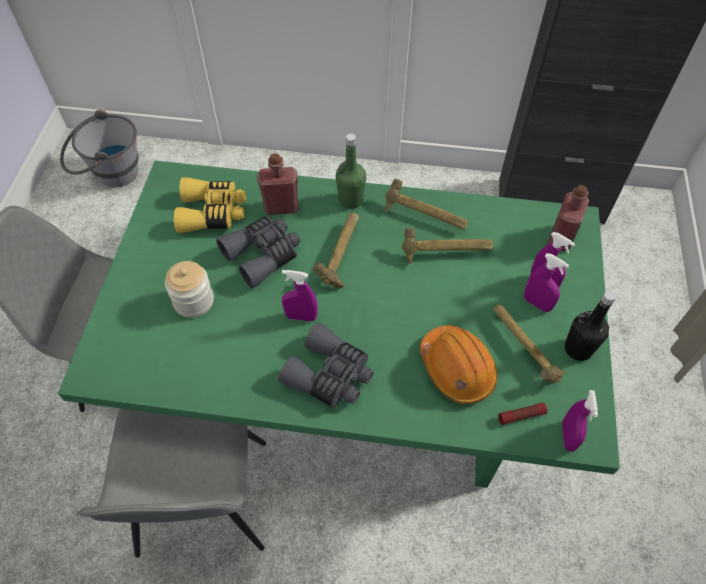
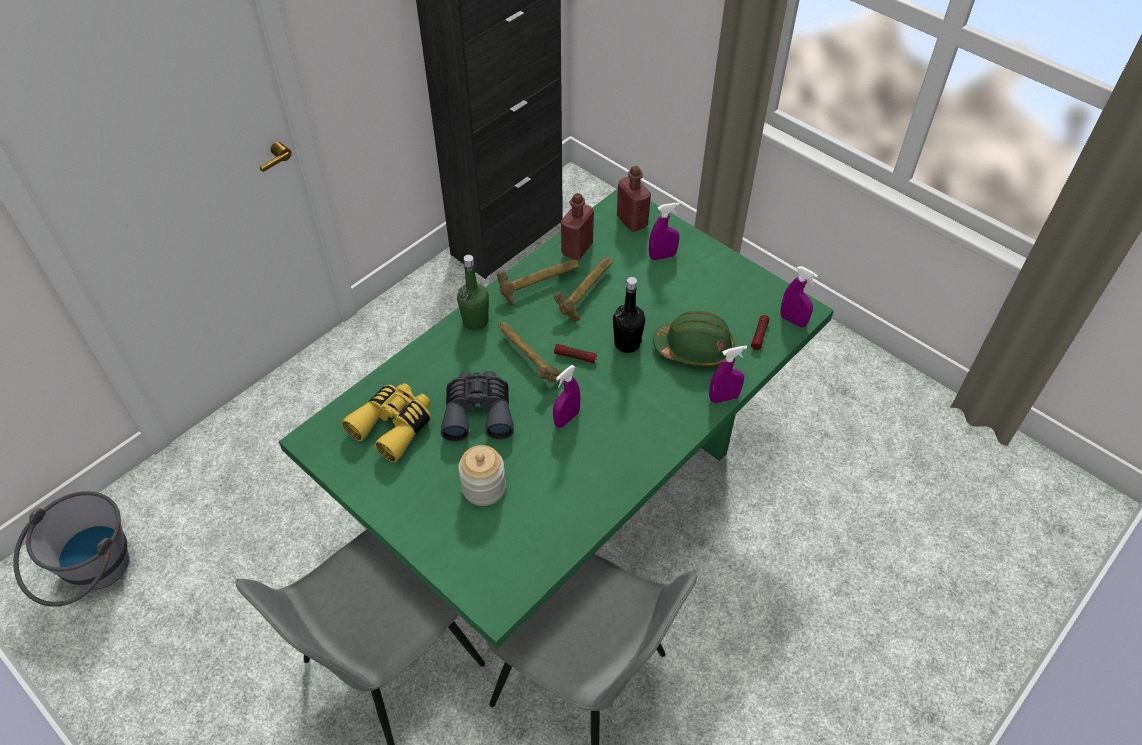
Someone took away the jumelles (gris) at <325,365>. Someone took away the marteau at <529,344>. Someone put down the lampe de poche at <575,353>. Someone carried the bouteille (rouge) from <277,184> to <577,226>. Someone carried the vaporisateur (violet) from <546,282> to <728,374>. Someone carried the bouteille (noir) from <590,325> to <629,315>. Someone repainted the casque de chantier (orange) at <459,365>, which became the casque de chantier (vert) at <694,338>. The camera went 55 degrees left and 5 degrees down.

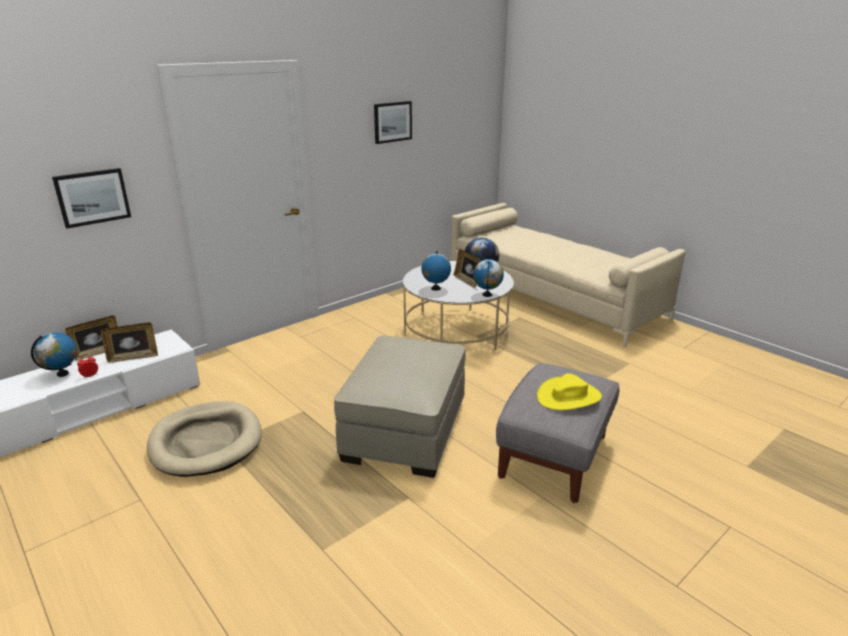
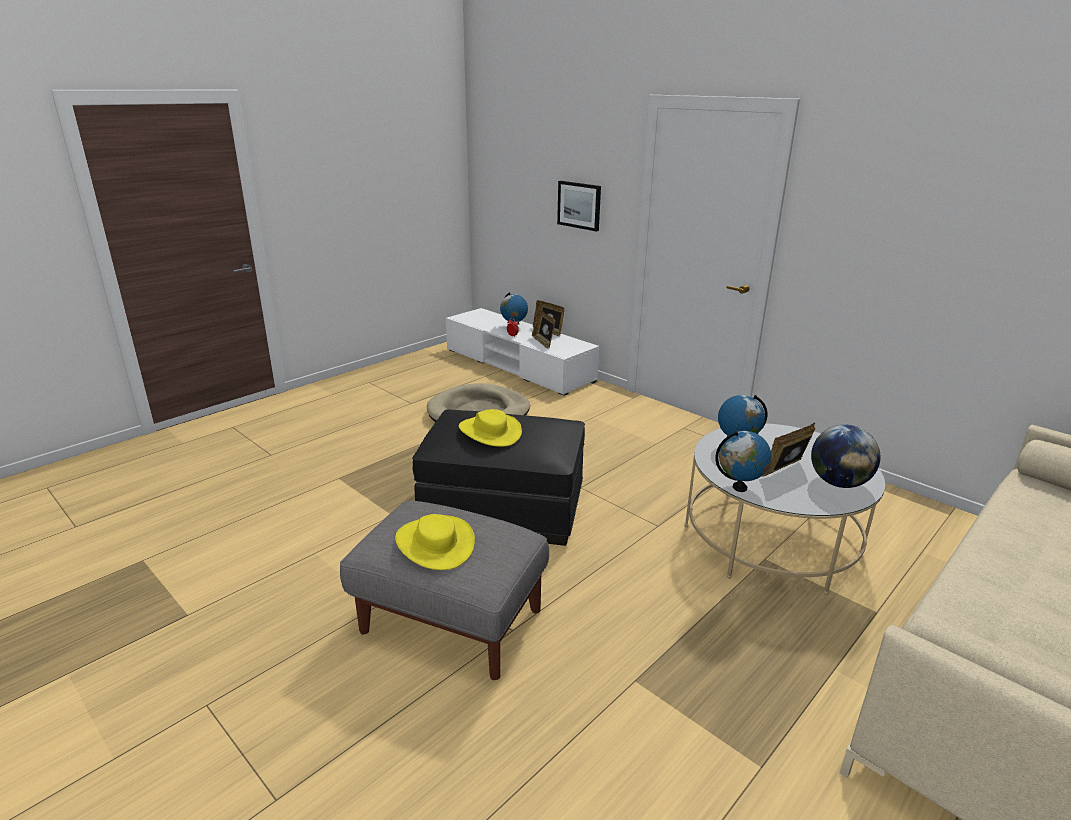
Someone took away the tableau at <393,122>. Someone put down the chapeau (jaune) at <490,428>. Someone repainted the pouf (beige) at <400,407>, which became the pouf (noir) at <498,478>. The camera went 85 degrees right and 0 degrees up.

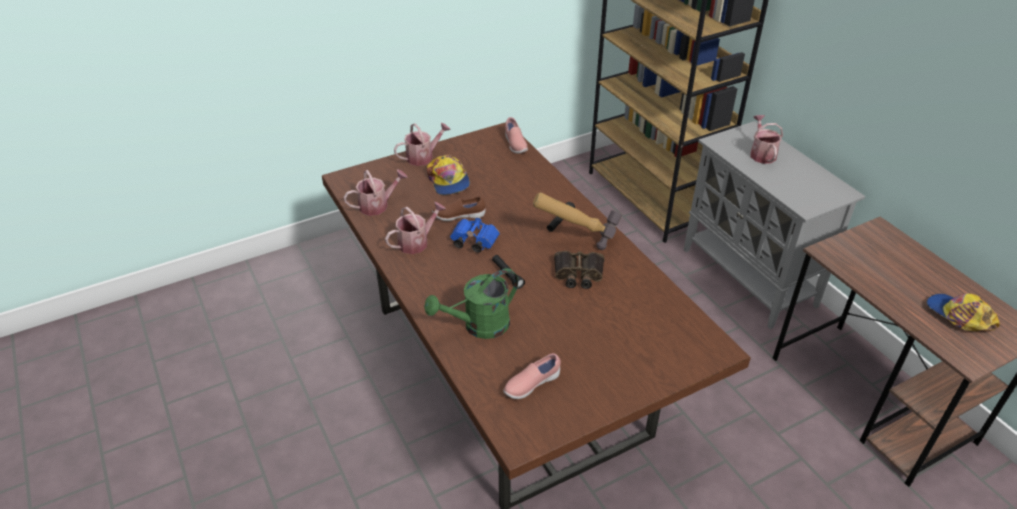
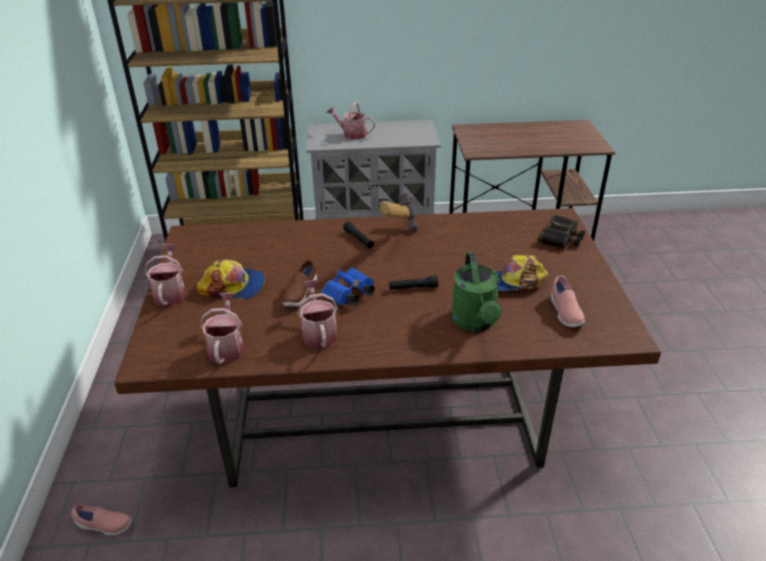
Someone carried the chaussure (rose) from <516,135> to <101,519>. Someone carried the jumelles from <579,270> to <561,231>. Someone carried the casquette from <963,312> to <521,273>. The camera went 65 degrees left and 5 degrees down.

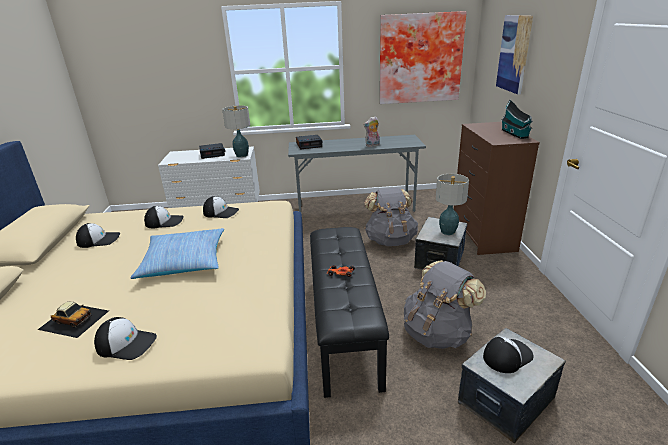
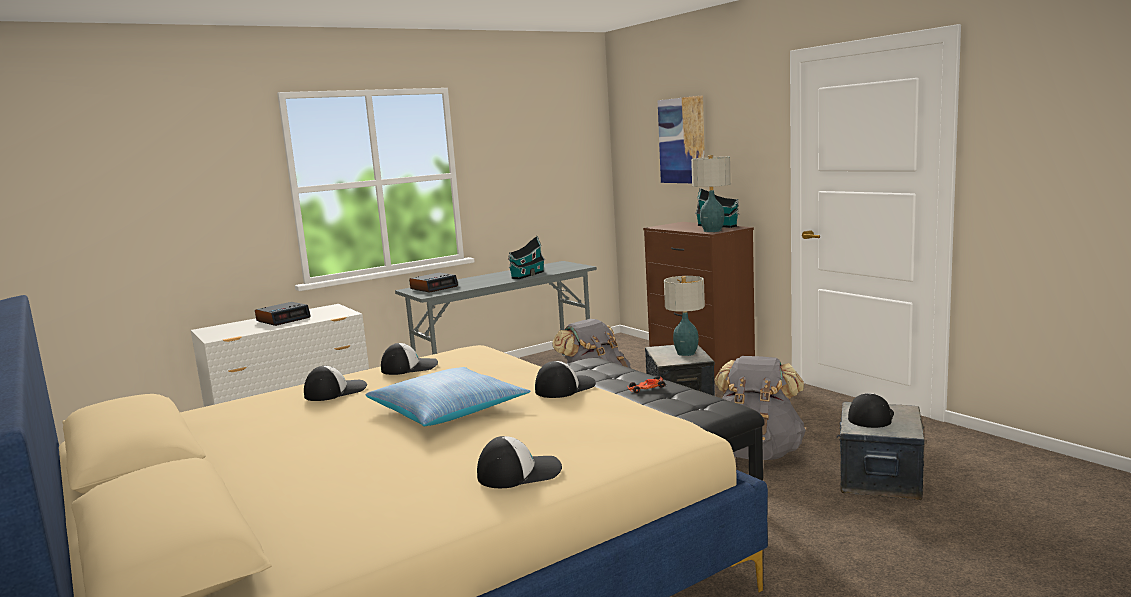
Someone took away the petite voiture at <73,319>. Someone took away the tableau at <423,57>. Someone carried the casquette from <98,235> to <565,379>. Someone carried the lampe de table from <236,131> to <711,193>. Someone swapped the peluche at <371,131> for the maison miniature at <526,257>. The camera went 30 degrees left and 15 degrees down.

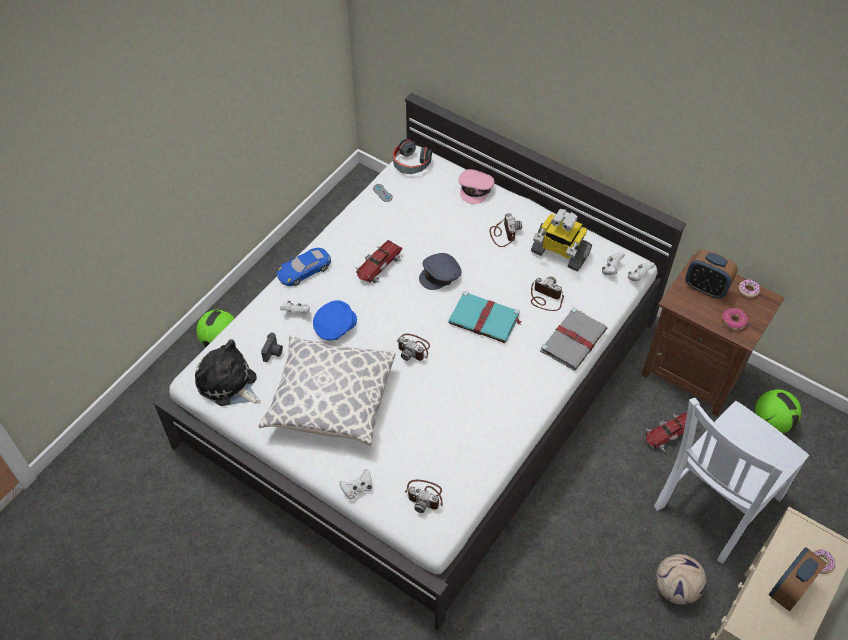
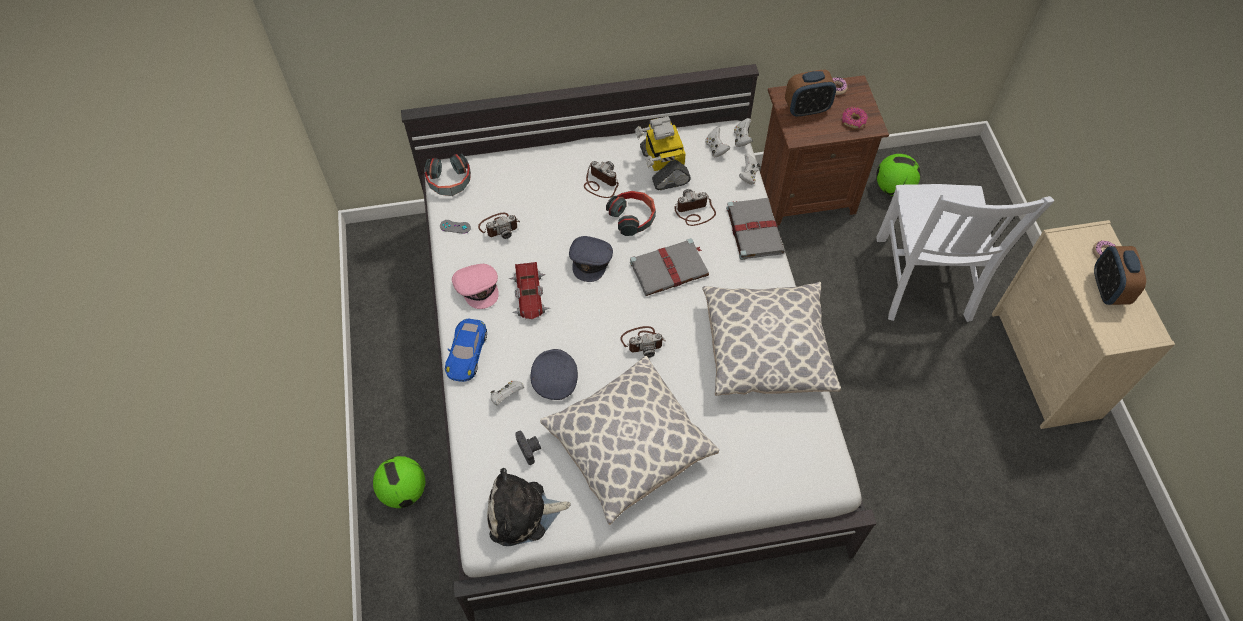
Someone took away the petite voiture at <672,432>. Someone took away the ballon de foot at <681,579>. Someone put down the casque audio at <631,213>. Someone put down the coussin at <771,339>. Someone carried the manette (blanc) from <355,484> to <749,169>. Someone carried the appareil photo from <424,496> to <499,226>. Someone carried the casquette (rose) from <476,186> to <475,286>. Someone repainted the casquette (bleu) at <335,320>, which became the casquette (gris) at <554,374>. Someone repainted the livre (turquoise) at <485,317>, which became the livre (gris) at <669,267>. Someone rotated the robot jouet at <561,240> by 90 degrees clockwise. The camera went 45 degrees left and 5 degrees up.

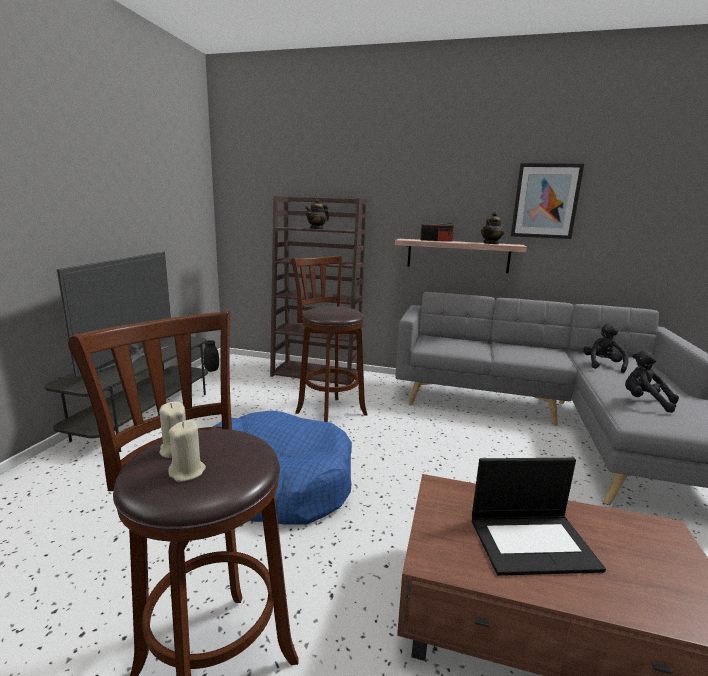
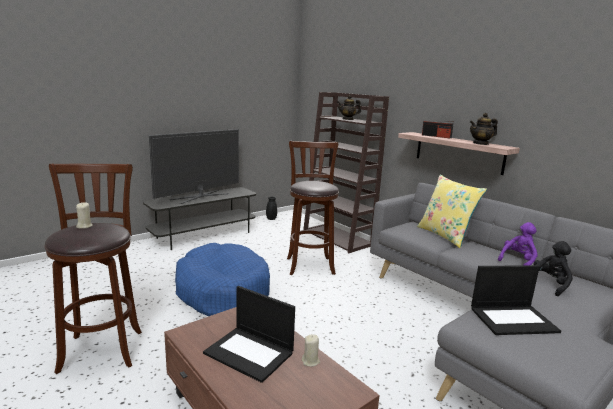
Someone took away the tableau at <547,201>. Someone put down the coussin (jaune) at <452,211>. Someone put down the peluche (violet) at <518,243>. Someone carried the bougie (beige) from <187,451> to <311,350>. Someone swapped the peluche (noir) at <652,381> for the ordinateur portable at <516,300>. The camera went 35 degrees right and 0 degrees up.

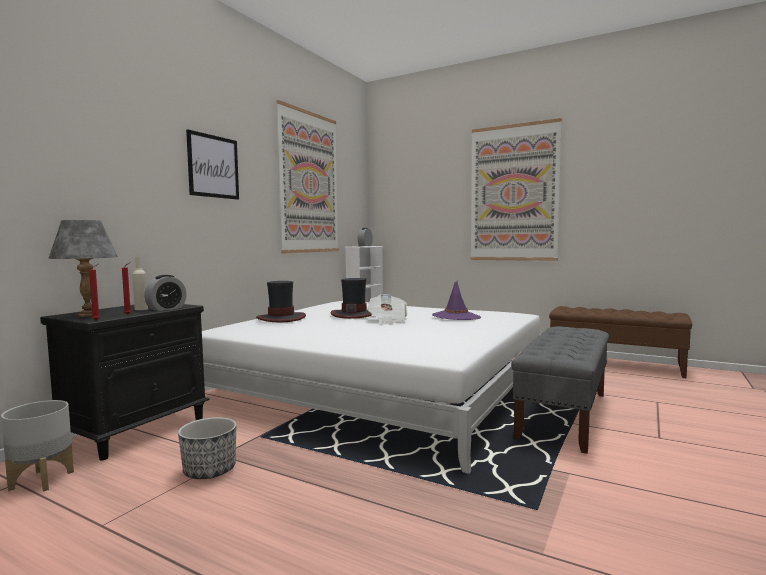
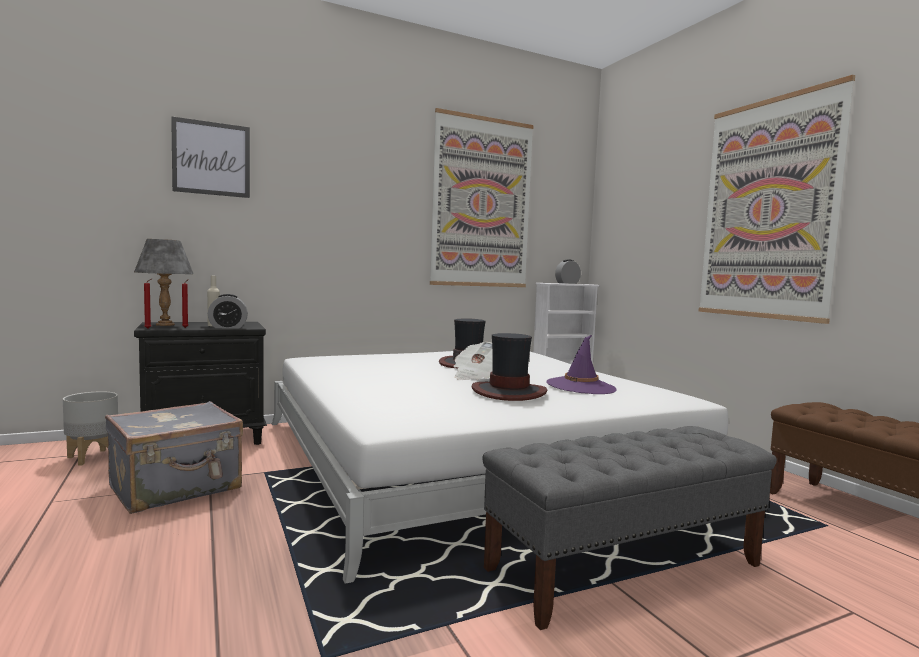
Someone carried the tableau from <212,164> to <210,157>. Someone carried the chapeau from <281,301> to <509,367>. Someone swapped the cache-pot at <207,448> for the valise (gris) at <174,457>. The camera went 35 degrees right and 0 degrees up.

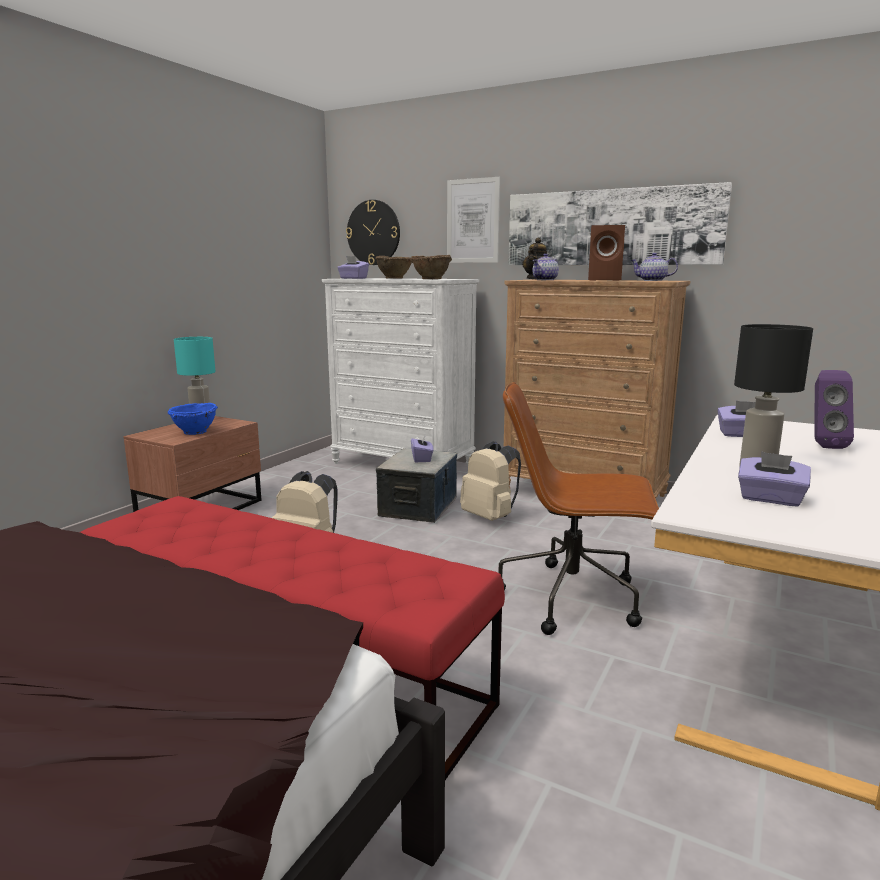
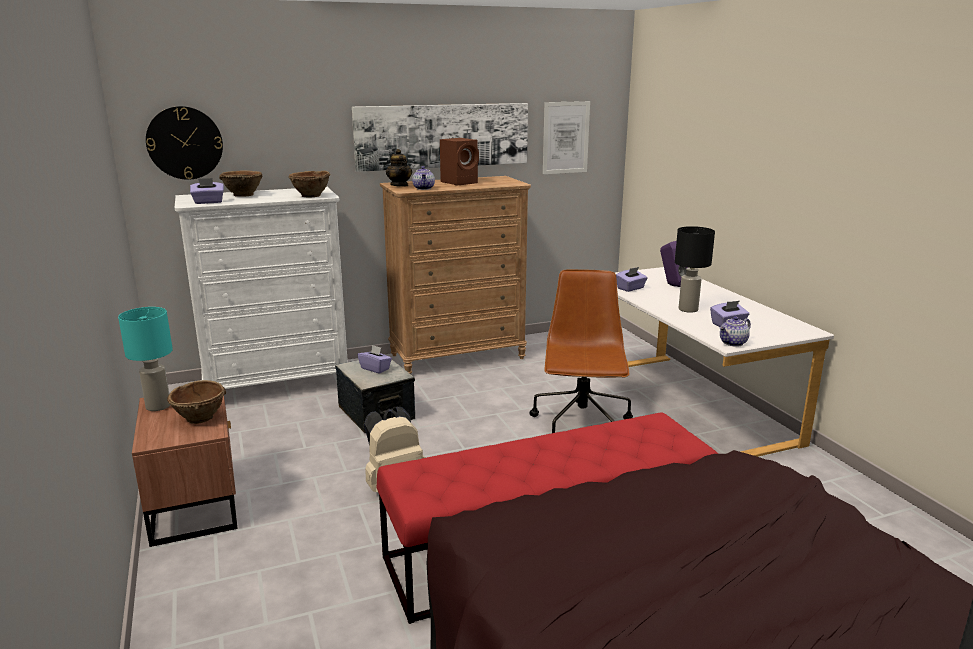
Someone took away the sac à dos (beige) at <490,481>. Someone carried the tableau from <473,220> to <566,137>. Someone carried the théière from <654,267> to <735,332>. Someone repainted the bol (bleu) at <193,419>, which became the bol (marron) at <196,402>. Someone rotated the chaise de bureau (marron) at <578,508> by 135 degrees clockwise. The camera went 50 degrees left and 5 degrees up.

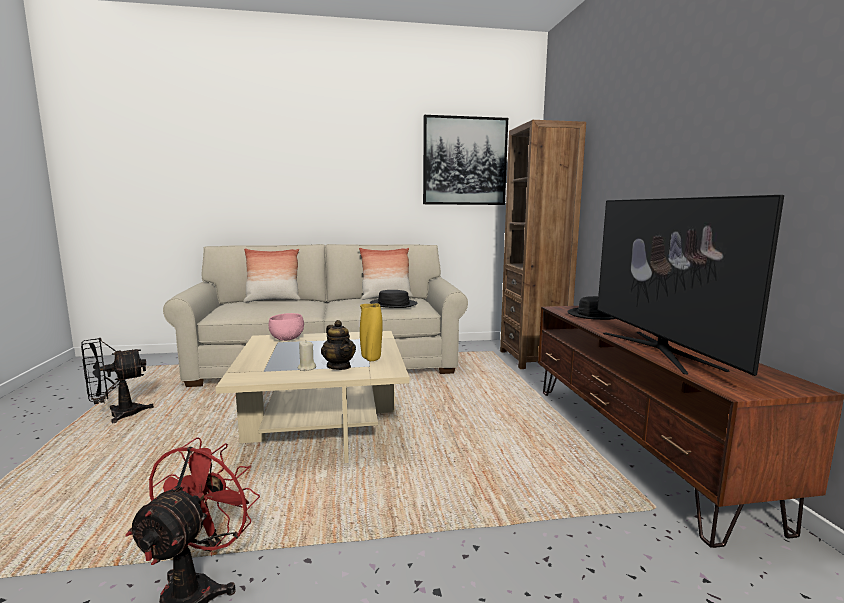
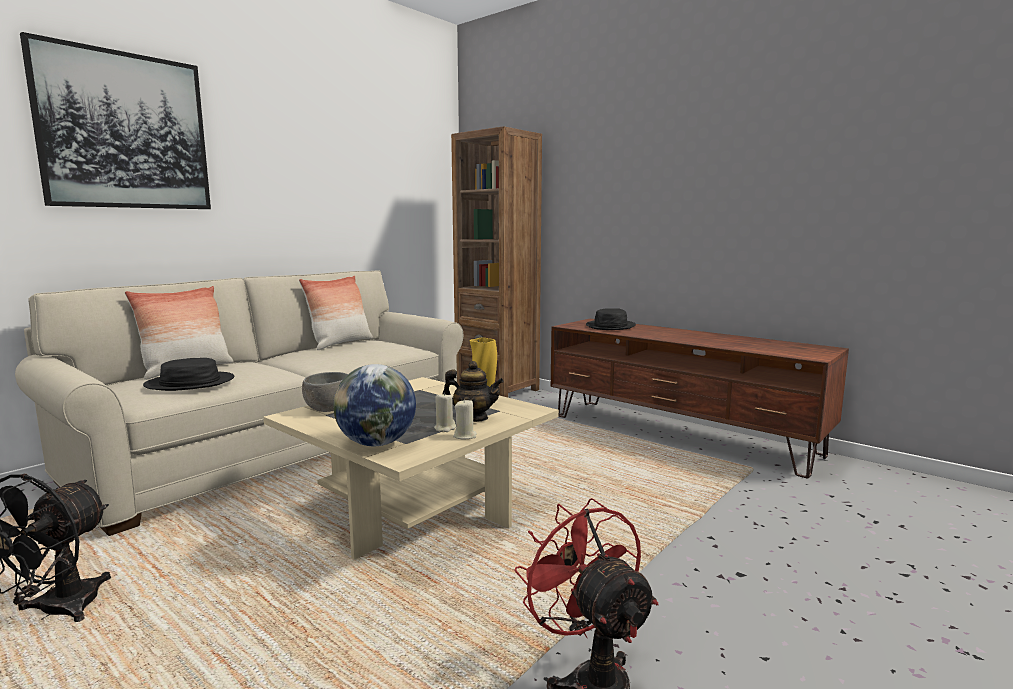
Someone took away the téléviseur at <690,285>. Someone put down the globe at <374,405>. Someone put down the bougie (beige) at <465,419>. Someone carried the chapeau (noir) from <394,299> to <188,374>. Someone carried the tableau from <465,160> to <115,120>. Someone repainted the bol (rose) at <286,327>, which became the bol (gris) at <325,392>. The camera went 40 degrees left and 0 degrees up.

